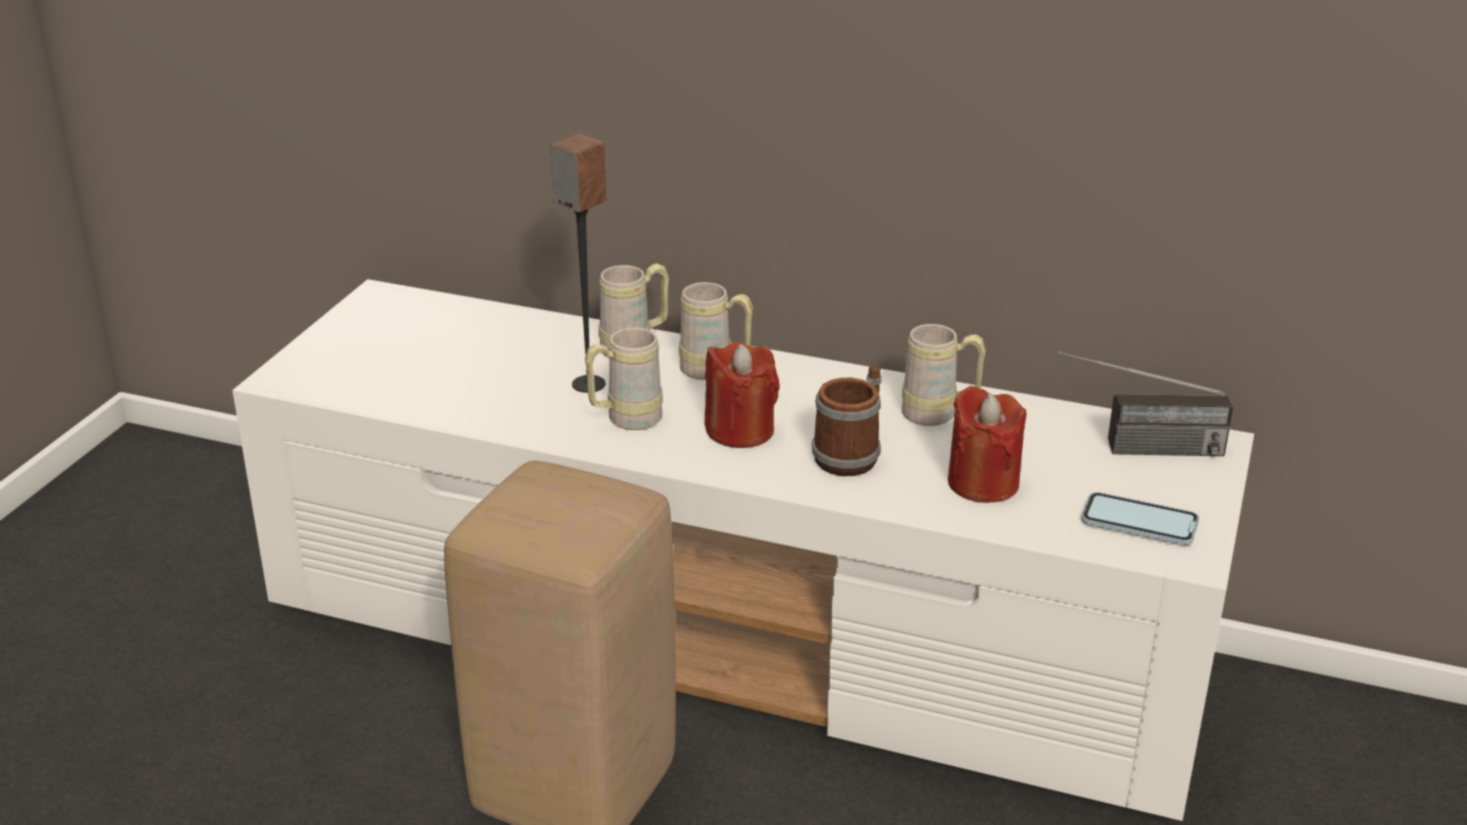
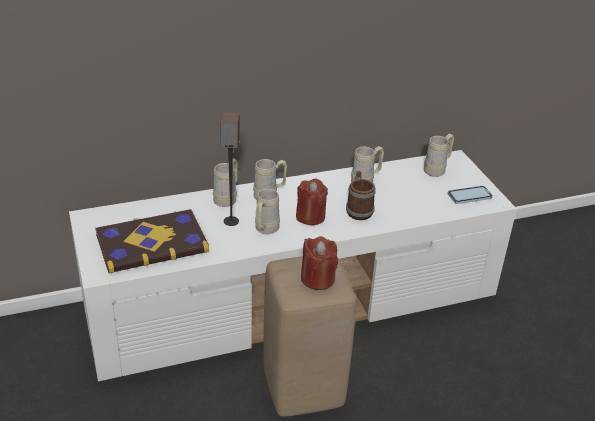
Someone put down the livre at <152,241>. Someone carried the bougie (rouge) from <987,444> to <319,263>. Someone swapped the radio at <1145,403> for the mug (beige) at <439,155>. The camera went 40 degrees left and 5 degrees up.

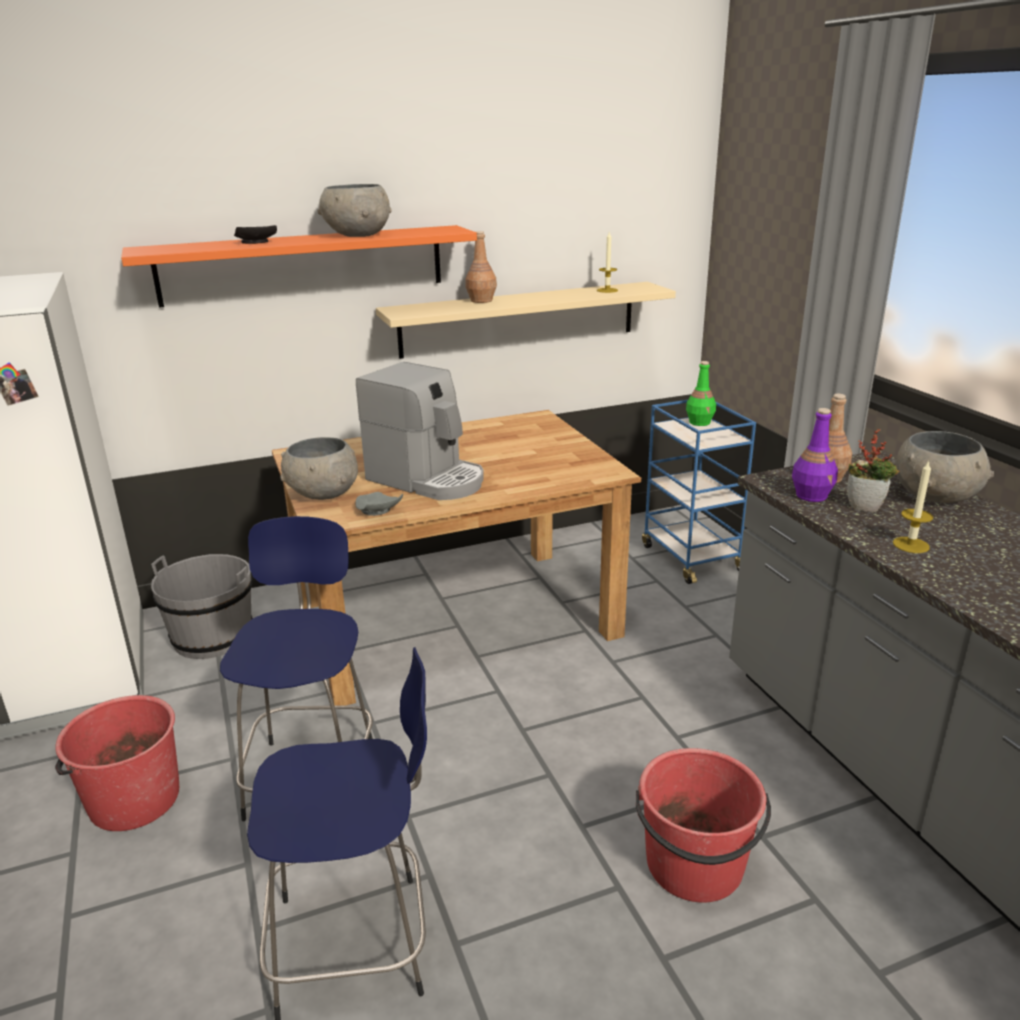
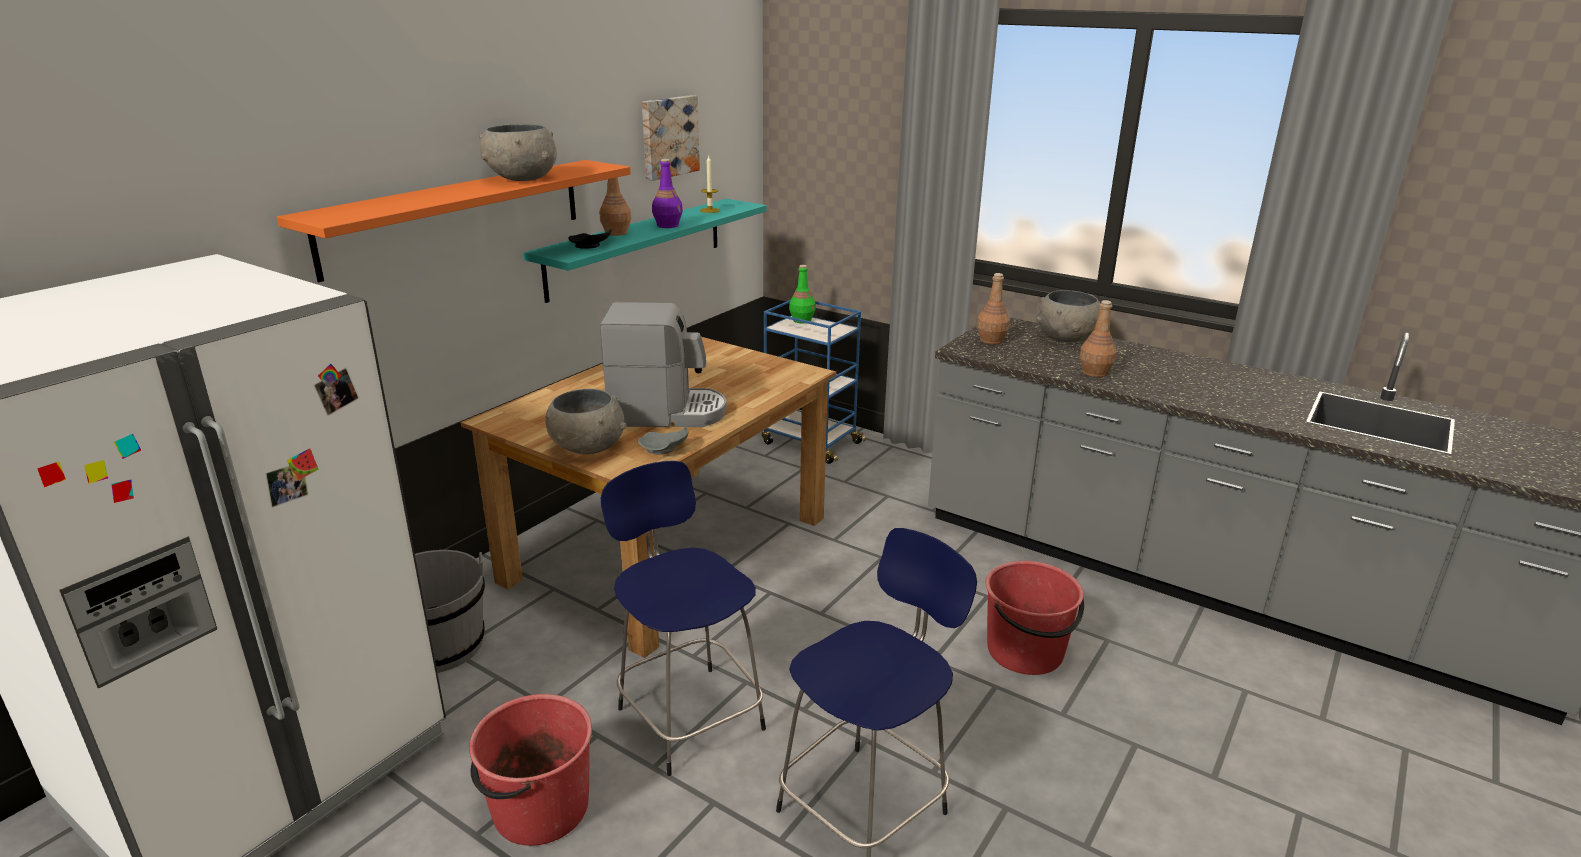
Someone took away the plante en pot at <873,470>. Someone put up the tableau at <671,138>. Someone carried the assiette (noir) from <255,234> to <589,239>. Someone carried the bouteille (violet) from <815,455> to <667,193>. Someone swapped the bougie at <913,506> for the bouteille (marron) at <1098,338>. Someone repainted the étagère (beige) at <526,320>, which became the étagère (turquoise) at <645,251>. The camera went 35 degrees left and 0 degrees up.

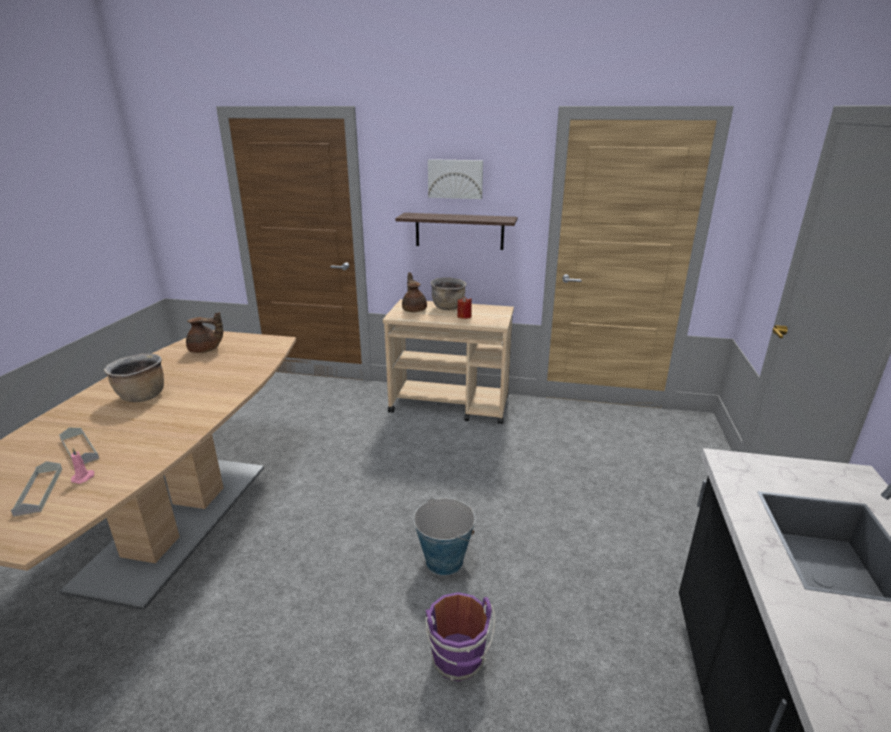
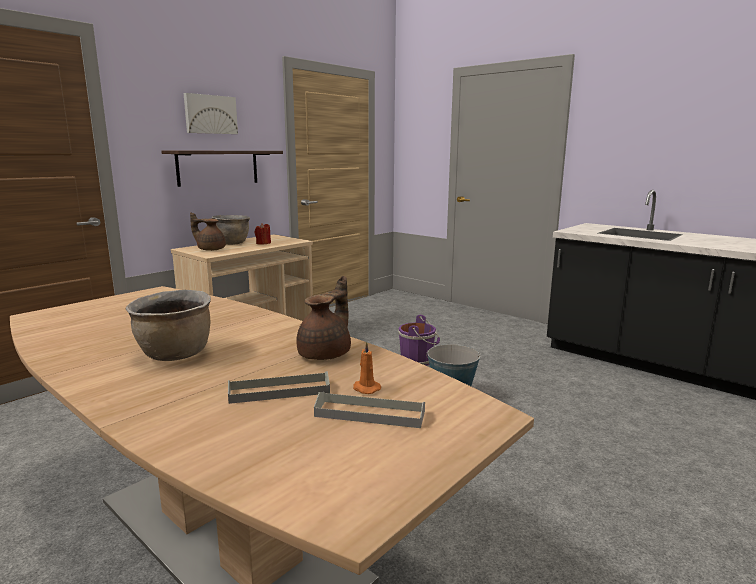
Someone carried the théière (marron) from <204,332> to <323,318>. Someone carried the seau (violet) from <460,636> to <419,340>. Someone repainted the bougie (rose) at <82,466>, which became the bougie (orange) at <367,367>. The camera went 60 degrees left and 10 degrees down.

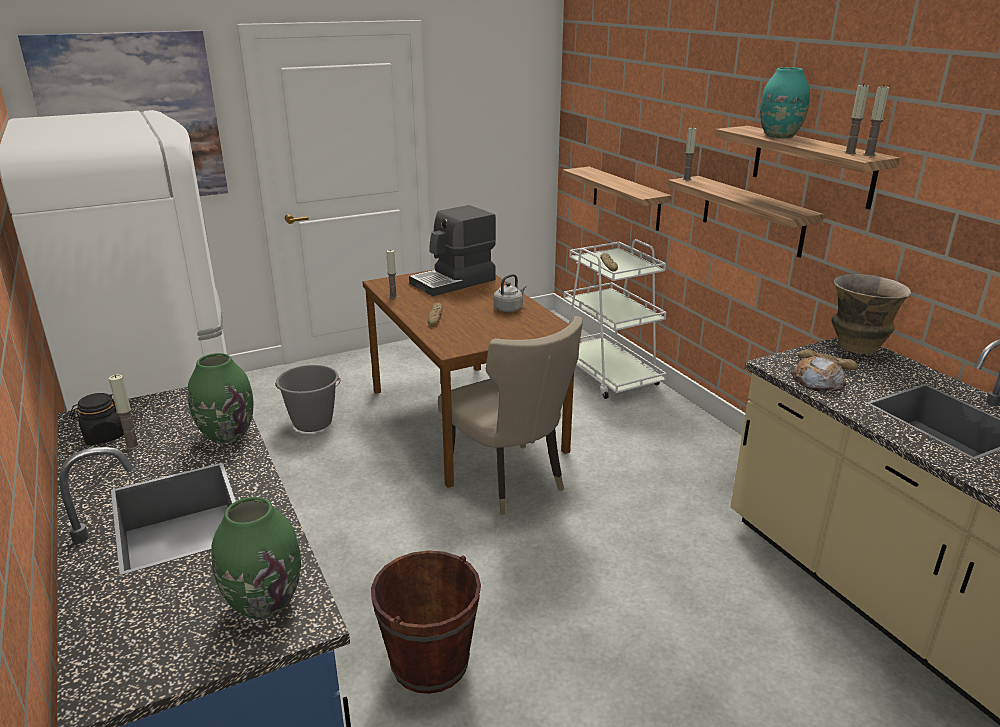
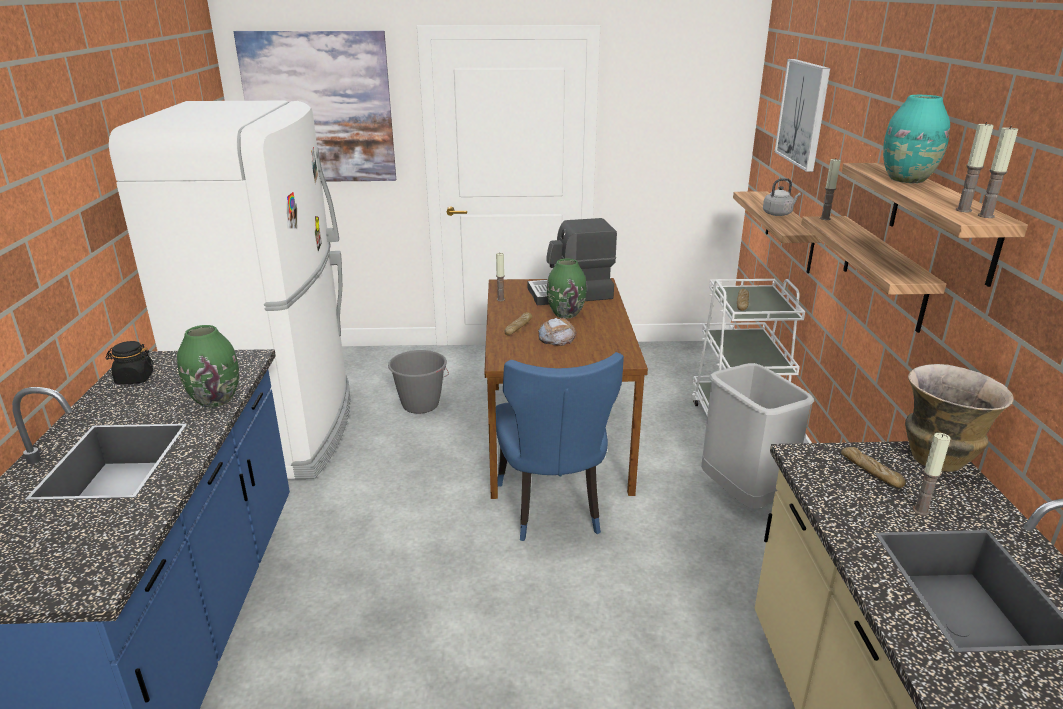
Someone took away the seau (marron) at <426,622>. Someone put down the poubelle (gris) at <757,436>. Someone put up the tableau at <802,115>. Someone carried the bougie from <124,412> to <932,474>. Someone carried the vase (vert) from <256,558> to <567,289>. Someone carried the bouilloire (gris) from <509,293> to <782,197>. Someone carried the pain from <818,373> to <557,332>. Someone repainted the chaise (beige) at <510,415>, which became the chaise (bleu) at <560,446>. The camera went 25 degrees right and 0 degrees up.

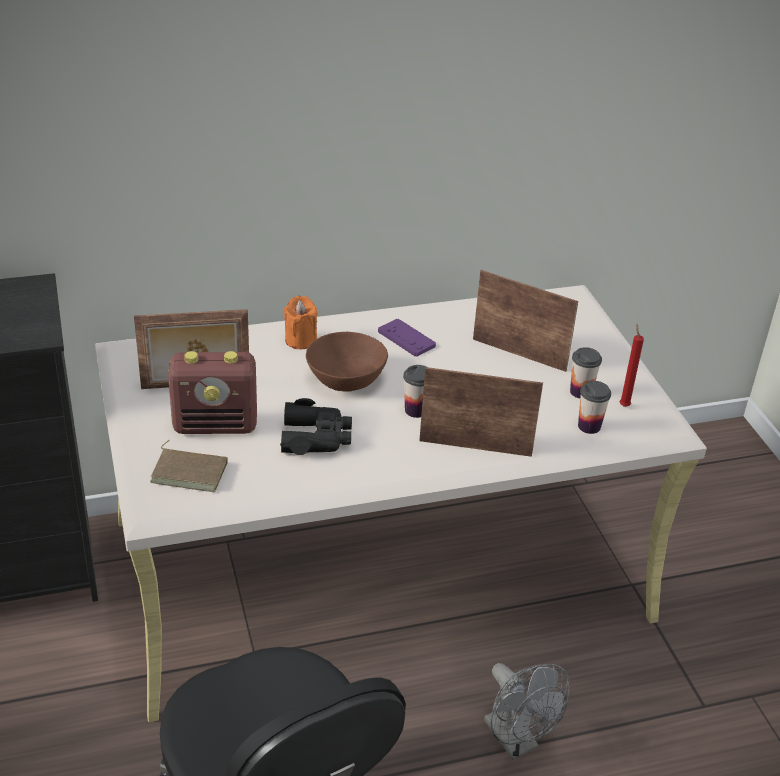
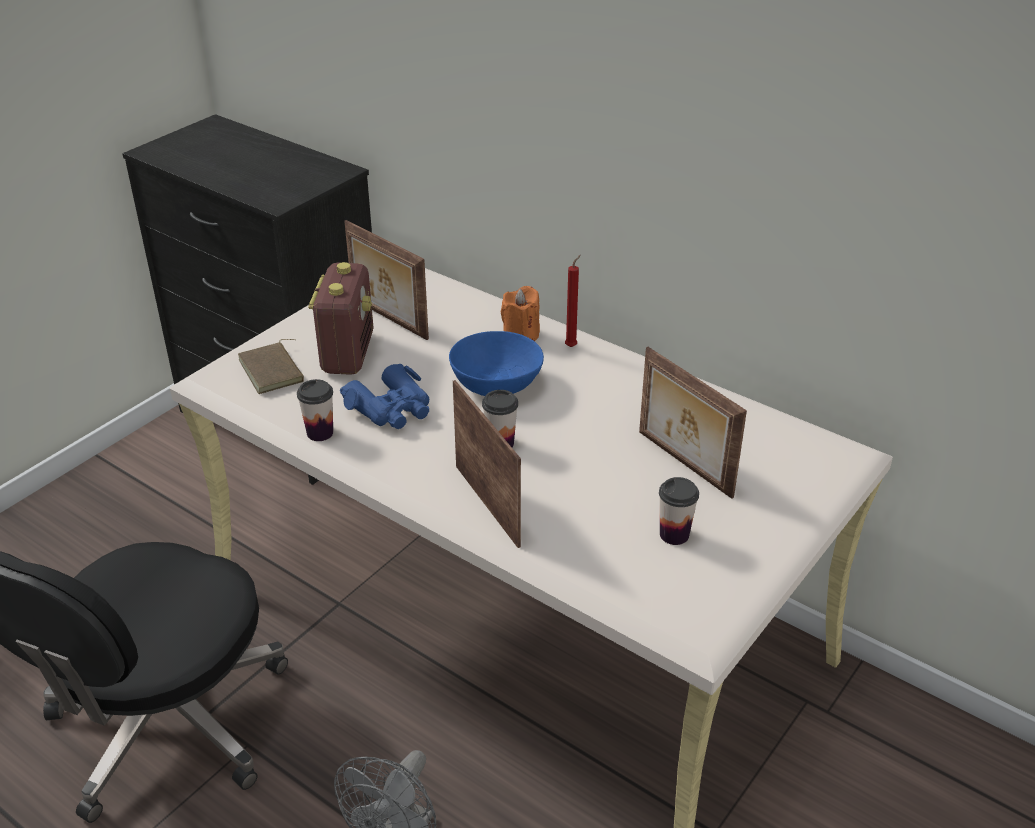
Someone took away the manette (violet) at <407,337>. Someone carried the tasse from <594,407> to <315,410>. Someone carried the bougie (rouge) from <632,365> to <573,301>. Someone repainted the jumelles (noir) at <316,426>, which became the jumelles (bleu) at <384,396>. Someone repainted the bol (marron) at <347,362>, which became the bol (bleu) at <496,363>. Someone rotated the radio at <212,392> by 135 degrees counterclockwise. Someone rotated the cadre photo at <525,321> by 150 degrees clockwise. The camera went 55 degrees right and 0 degrees up.

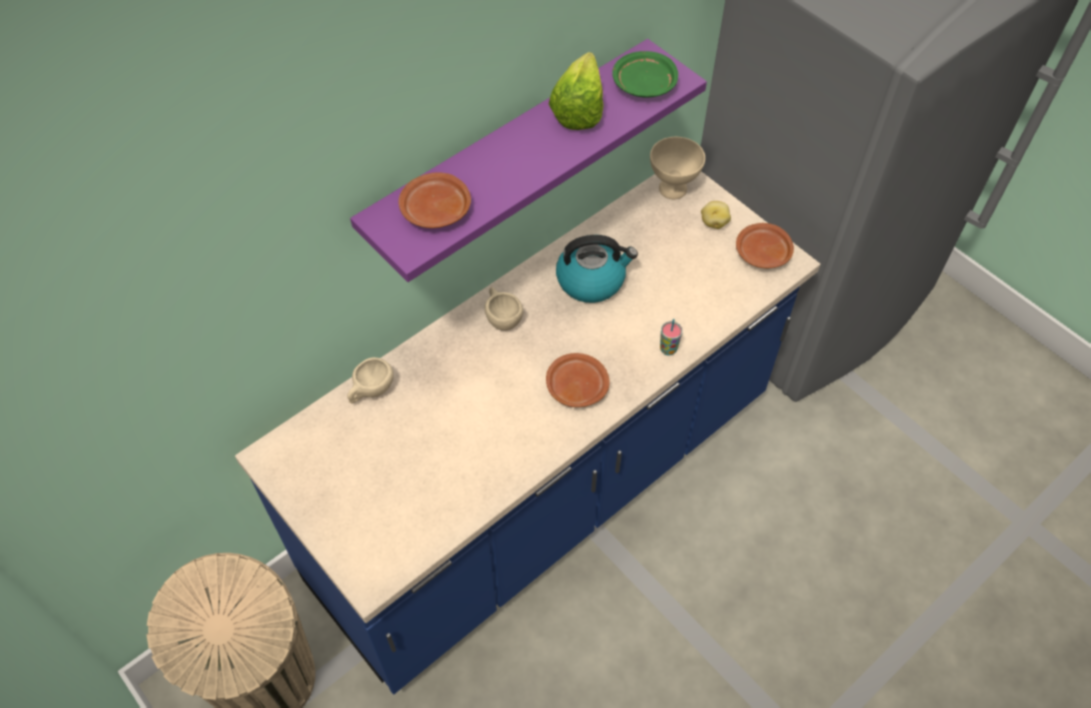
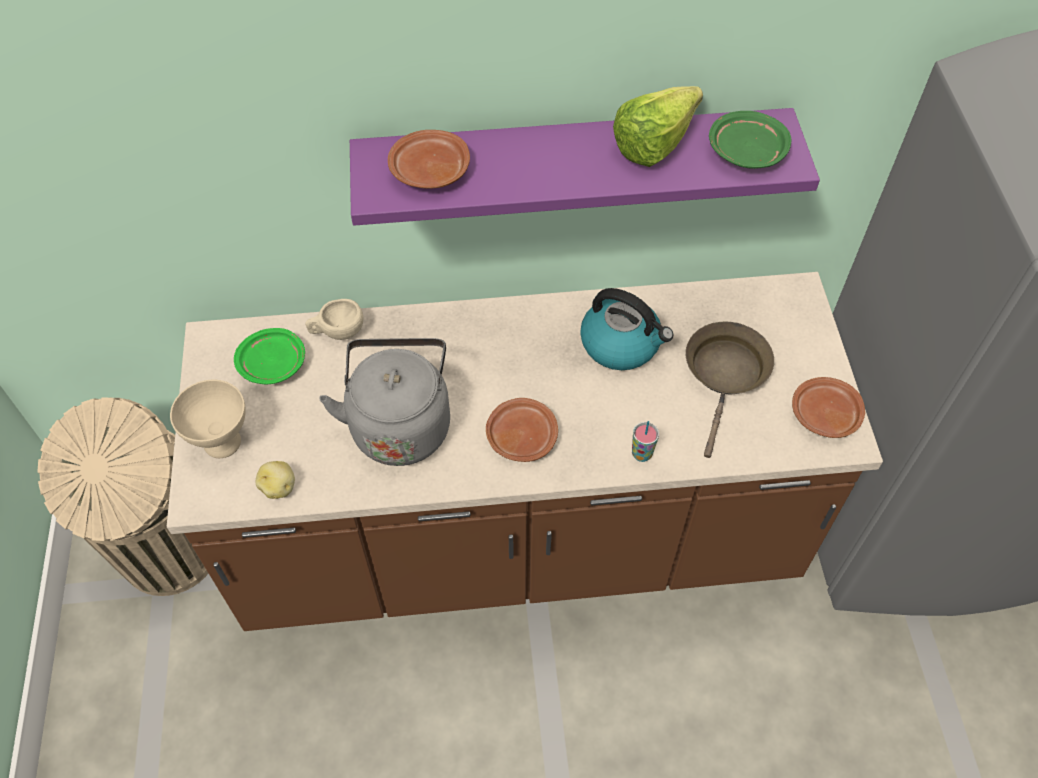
Someone took away the tasse (beige) at <503,309>. Someone put down the assiette (vert) at <269,356>. Someone put down the bouilloire (gris) at <384,402>. Someone put down the poêle (marron) at <729,390>. Someone carried the bol (beige) from <677,168> to <208,419>. Someone carried the pomme de terre from <716,215> to <275,480>. Someone repainted the comptoir de cuisine (bleu) at <527,432>, which became the comptoir de cuisine (marron) at <525,451>. The camera went 35 degrees right and 0 degrees up.

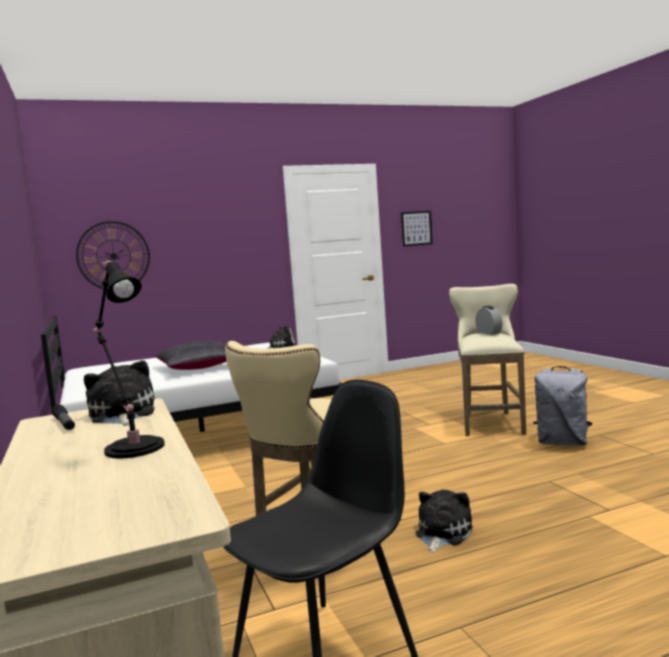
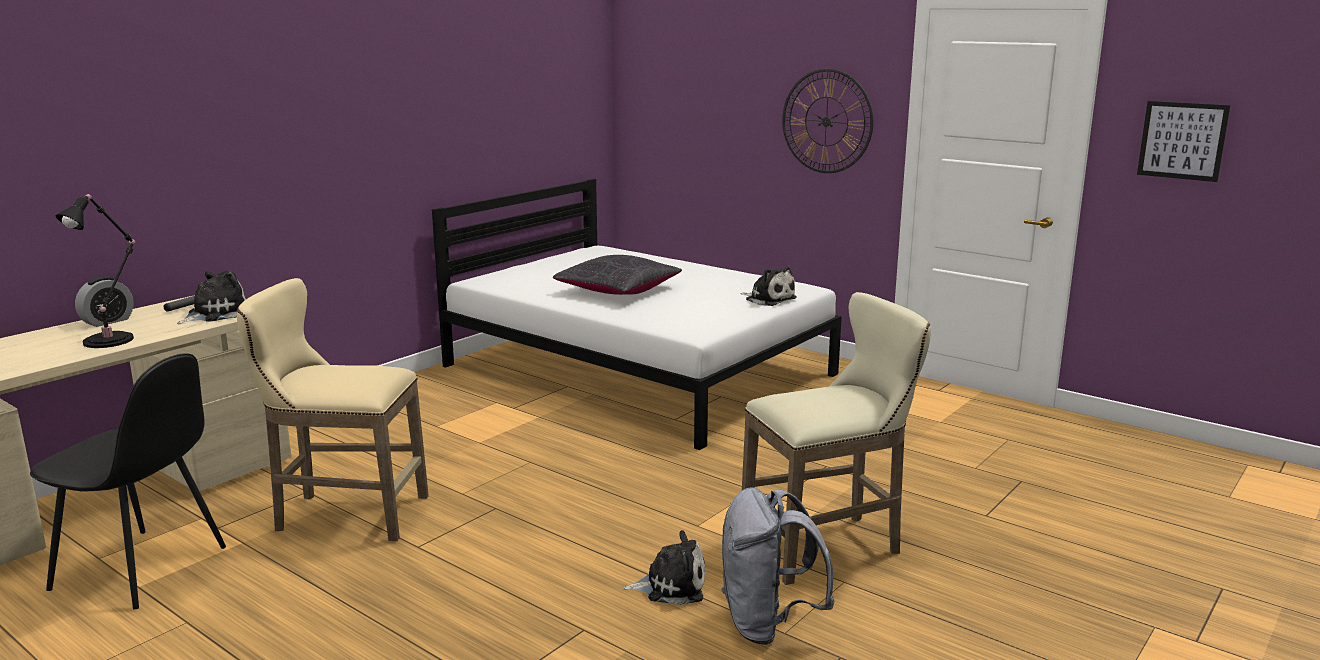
Someone carried the horloge murale from <113,255> to <827,121>. Someone carried the peluche from <444,521> to <664,567>. Someone carried the réveil from <488,320> to <104,302>. The camera went 60 degrees right and 10 degrees up.

